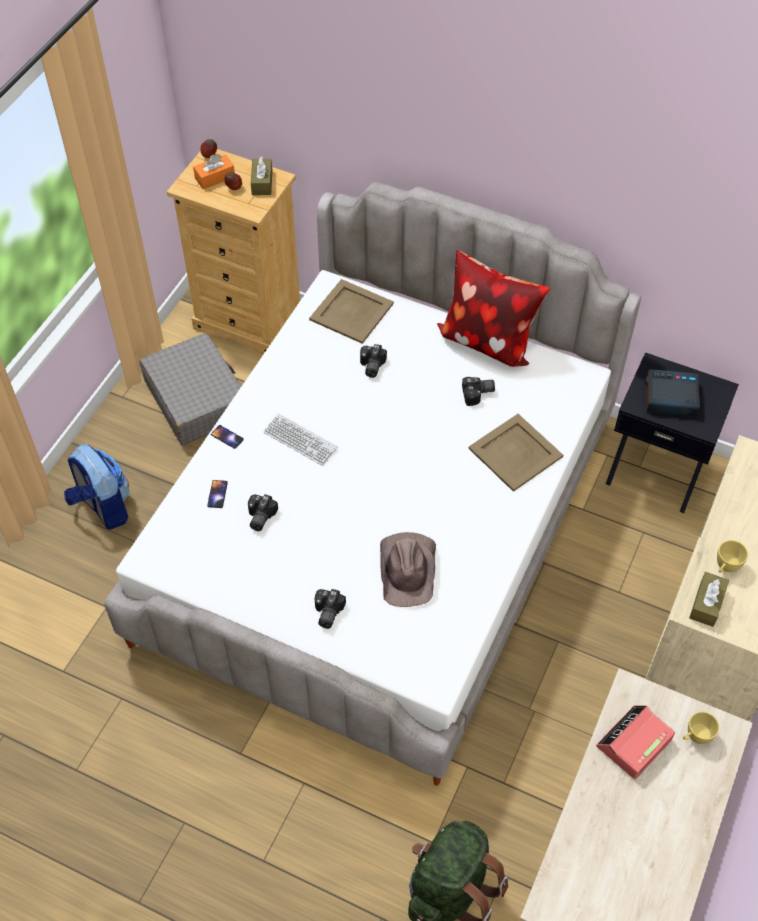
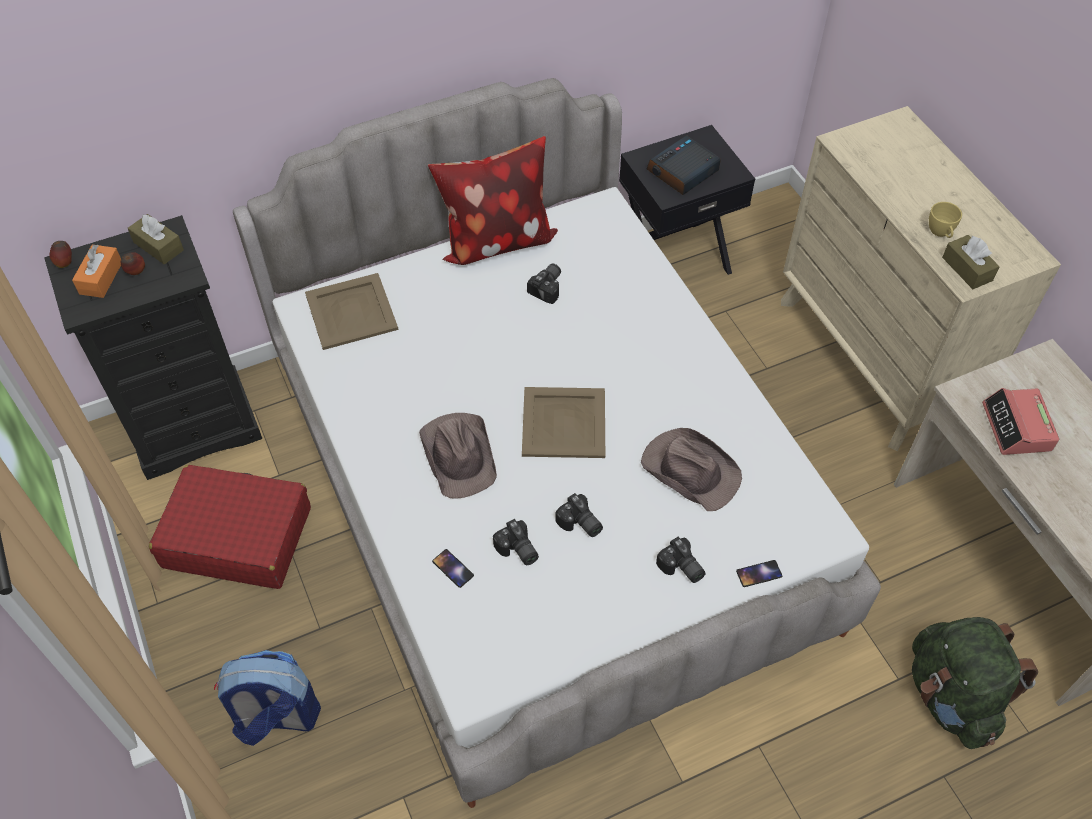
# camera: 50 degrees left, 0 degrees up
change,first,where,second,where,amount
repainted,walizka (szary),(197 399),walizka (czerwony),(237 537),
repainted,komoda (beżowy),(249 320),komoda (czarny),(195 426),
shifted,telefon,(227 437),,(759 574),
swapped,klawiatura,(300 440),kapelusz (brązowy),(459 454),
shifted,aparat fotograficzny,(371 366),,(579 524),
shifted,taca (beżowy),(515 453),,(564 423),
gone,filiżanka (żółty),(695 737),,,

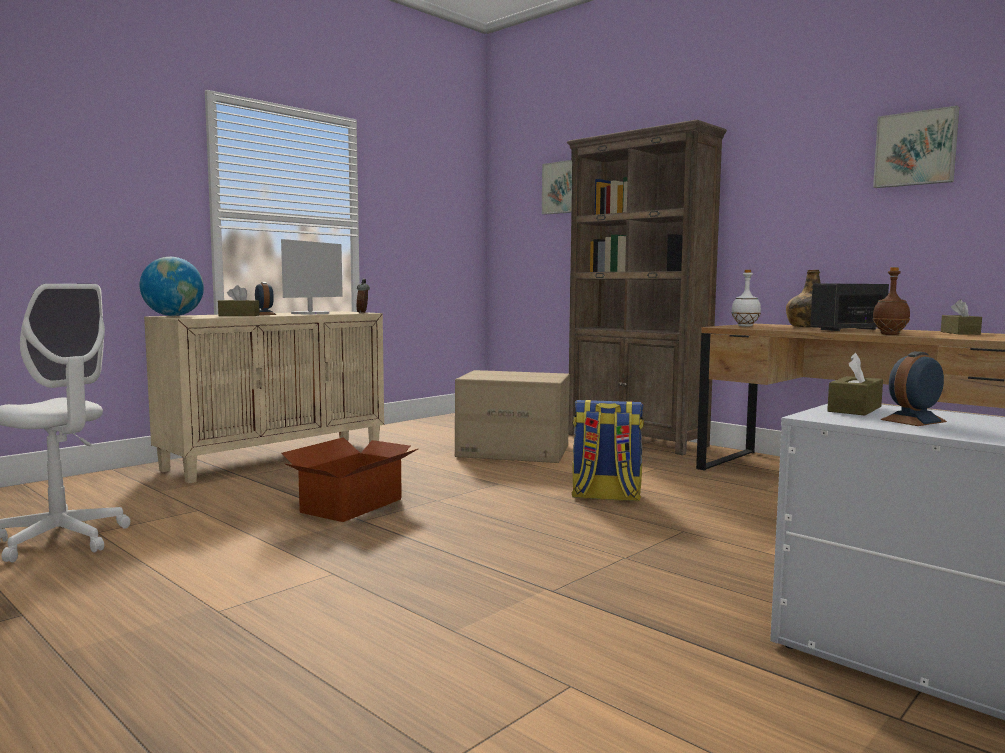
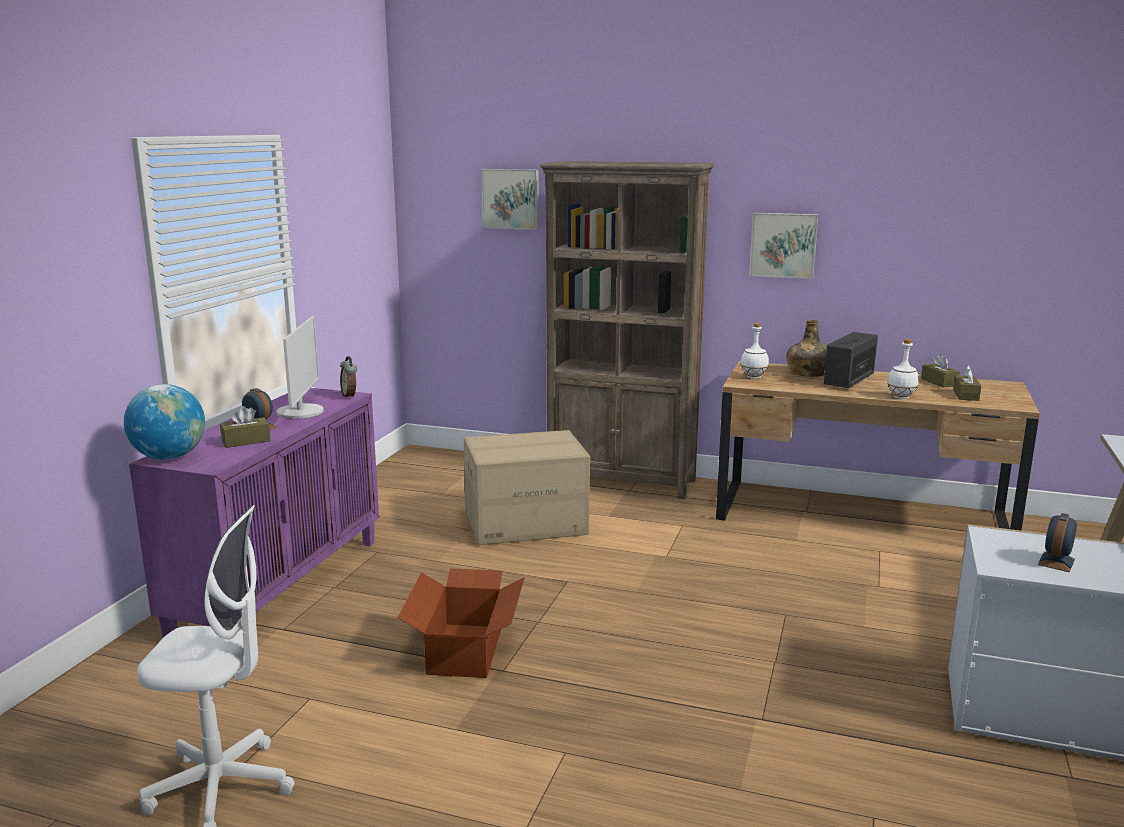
# camera: 25 degrees left, 10 degrees up
change,first,where,second,where,amount
repainted,szafka (beżowy),(277 457),szafka (fioletowy),(279 586),
gone,plecak,(605 496),,,
shifted,pudełko chusteczek (brązowy),(854 409),,(965 395),
repainted,butelka (brązowy),(890 334),butelka (biały),(901 397),
shifted,obraz,(916 149),,(783 245),

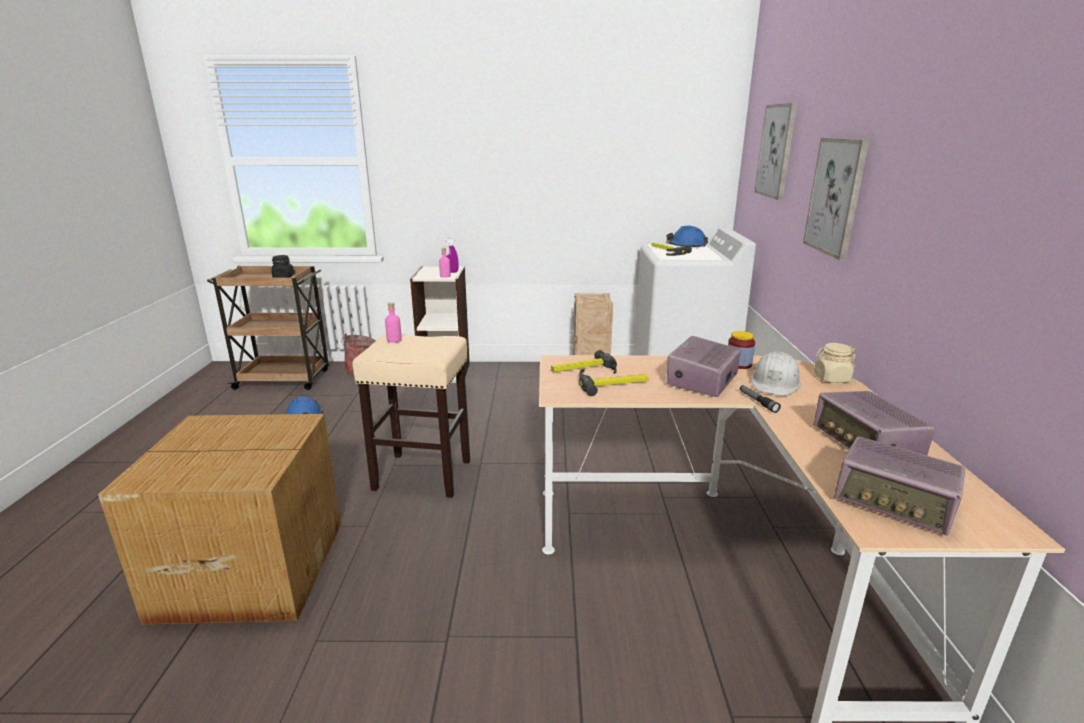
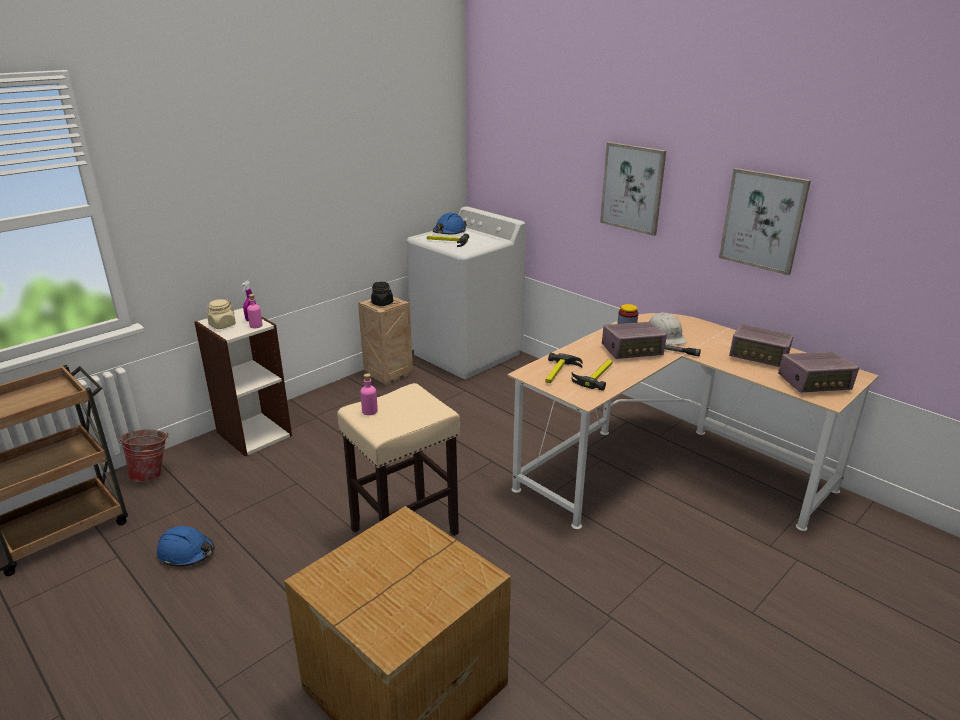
# camera: 45 degrees left, 5 degrees up
change,first,where,second,where,amount
shifted,słoik (czarny),(283 277),,(382 303),
rotated,radio,(701 381),,(632 351),90 degrees counterclockwise
shifted,obraz,(776 151),,(763 220),
shifted,słoik (beżowy),(831 378),,(222 325),

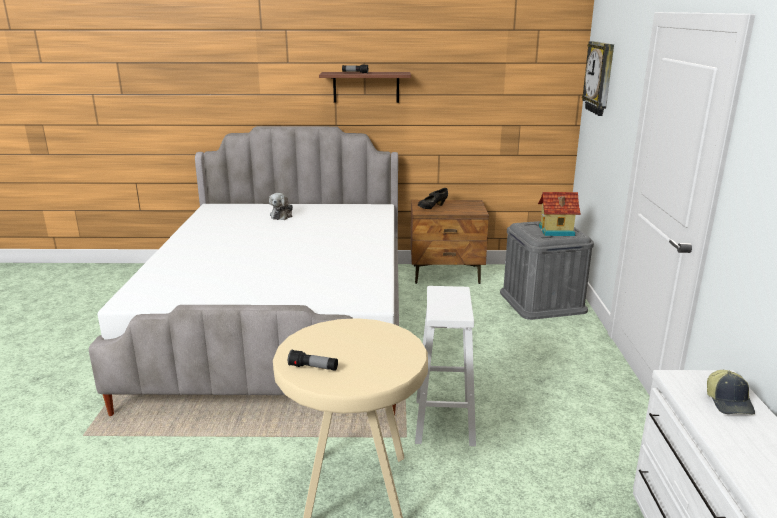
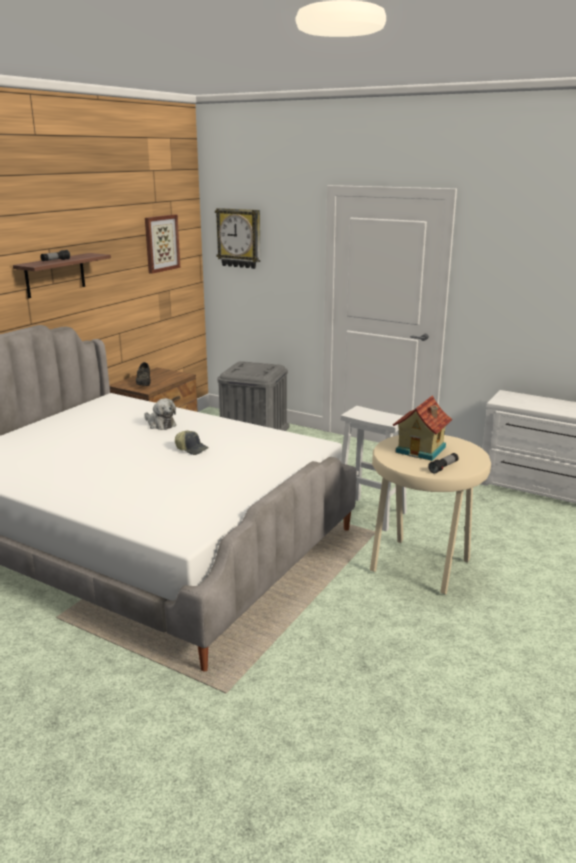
# camera: 60 degrees left, 0 degrees up
change,first,where,second,where,amount
shifted,pluszak,(282 215),,(160 424),
shifted,domek,(556 231),,(422 450),
shifted,czapka z daszkiem,(729 402),,(192 449),
new,,,obraz,(161 243),

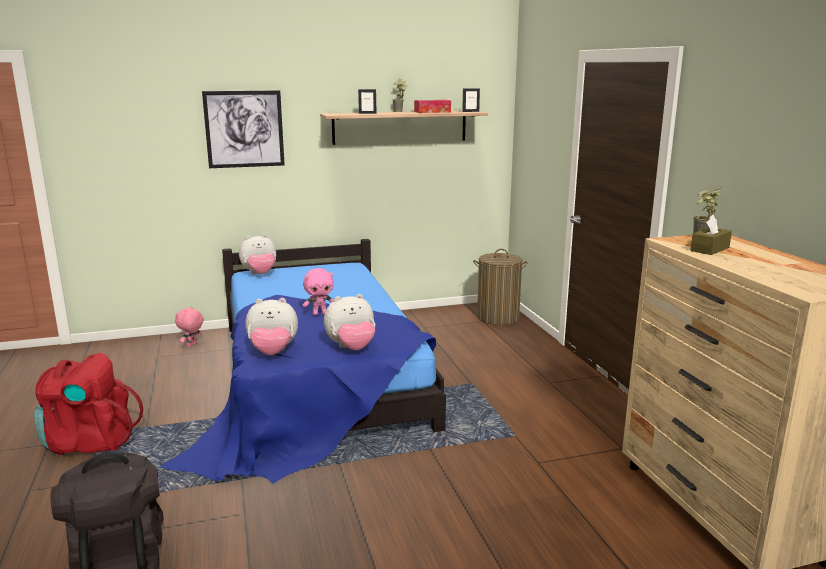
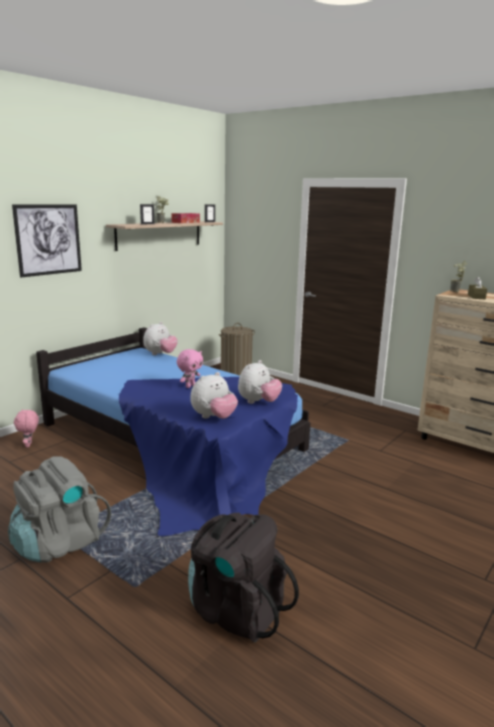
# camera: 35 degrees left, 0 degrees up
change,first,where,second,where,amount
repainted,plecak (czerwony),(89 442),plecak (szary),(59 543),
shifted,pluszak,(260 274),,(160 354),

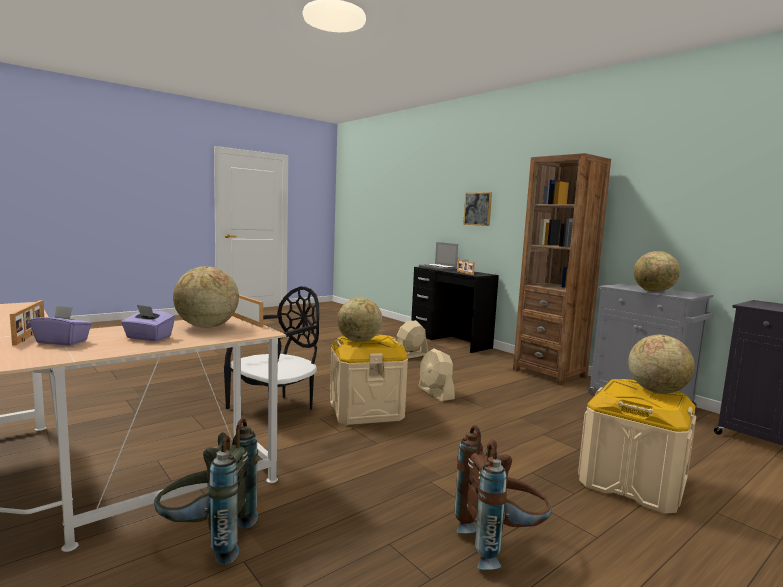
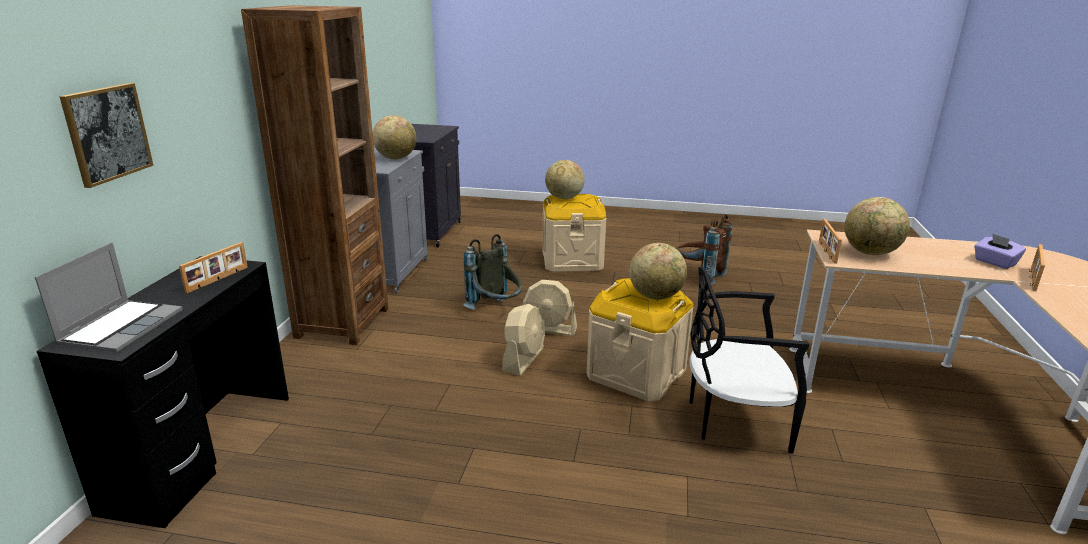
# camera: 130 degrees left, 15 degrees up
change,first,where,second,where,amount
gone,pudełko chusteczek (fioletowy),(148 338),,,
shifted,plecak (szary),(207 541),,(496 310),
shifted,wentylator (beżowy),(411 355),,(549 329),

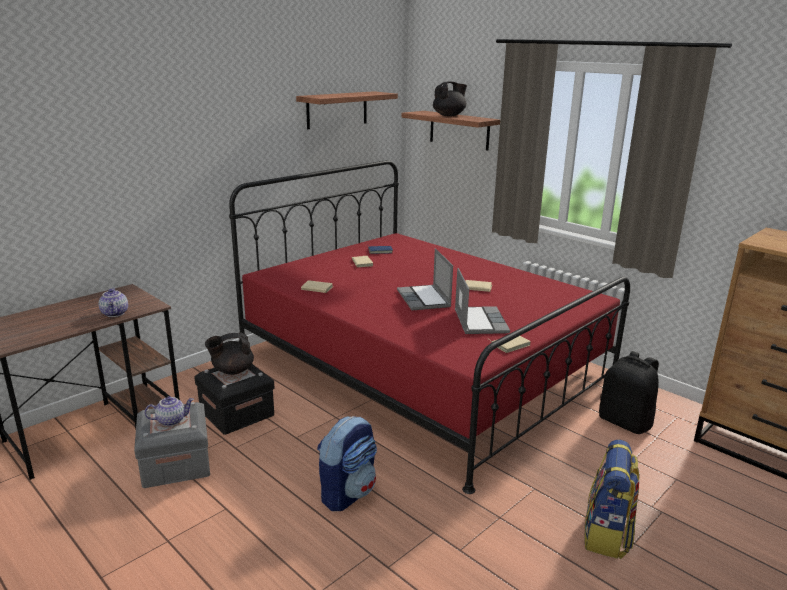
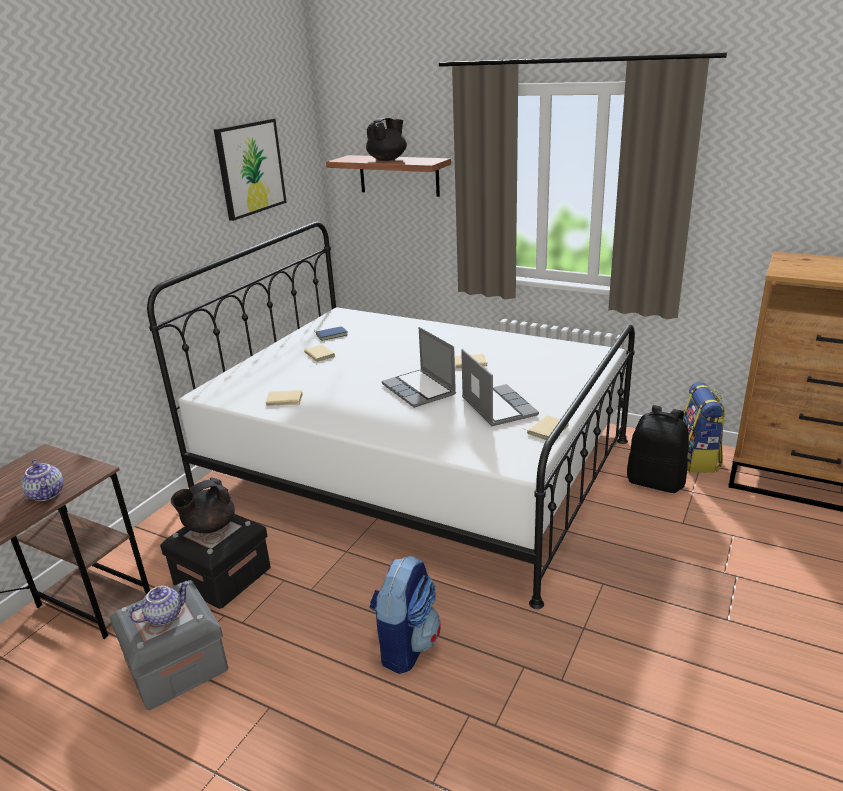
# camera: 15 degrees left, 5 degrees up
change,first,where,second,where,amount
repainted,łóżko (czerwony),(421 369),łóżko (biały),(415 467),
swapped,półka,(337 110),obraz,(250 168),
shifted,plecak,(607 535),,(698 459),

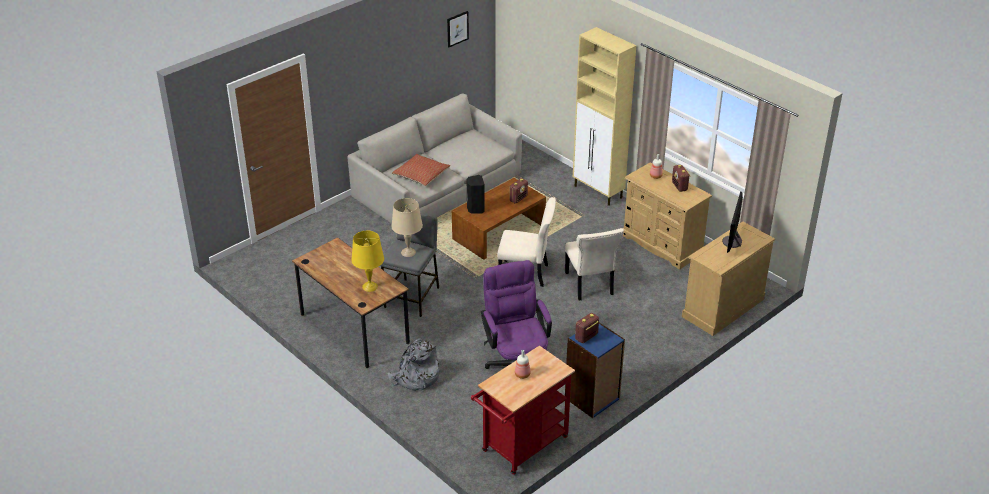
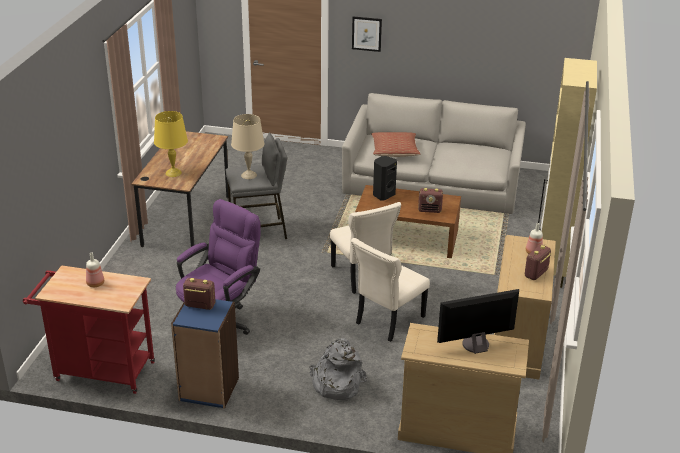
# camera: 55 degrees right, 5 degrees down
change,first,where,second,where,amount
shifted,plecak (szary),(415 378),,(336 384),
shifted,obraz,(457 28),,(366 33),

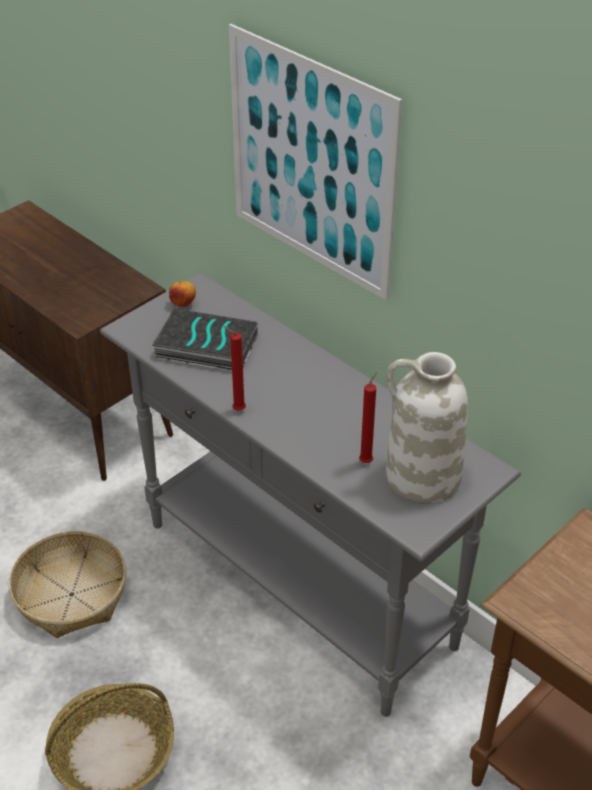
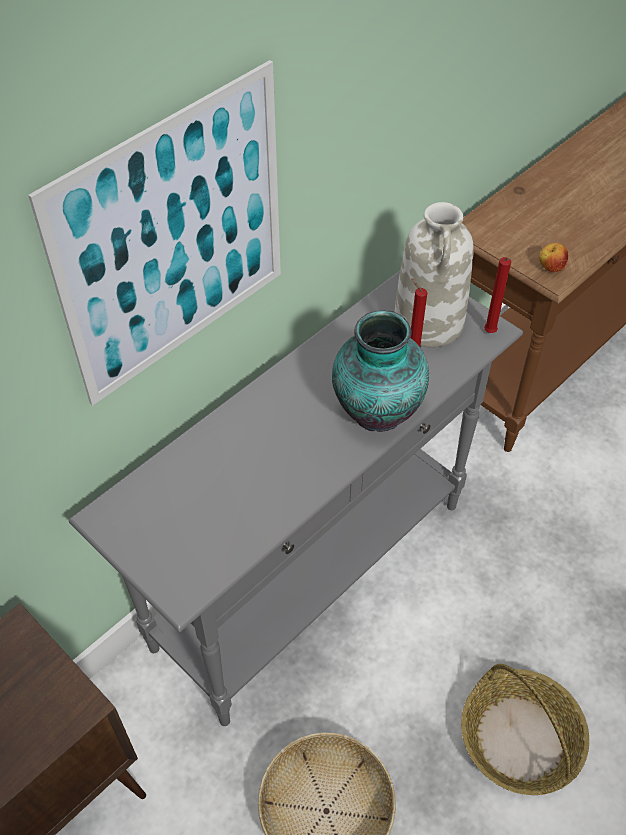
# camera: 90 degrees left, 10 degrees up
change,first,where,second,where,amount
gone,książka,(205 348),,,
shifted,jabłko,(183 304),,(550 268),
shifted,świeca (czerwony),(237 410),,(490 333),
new,,,wazon,(375 413),

